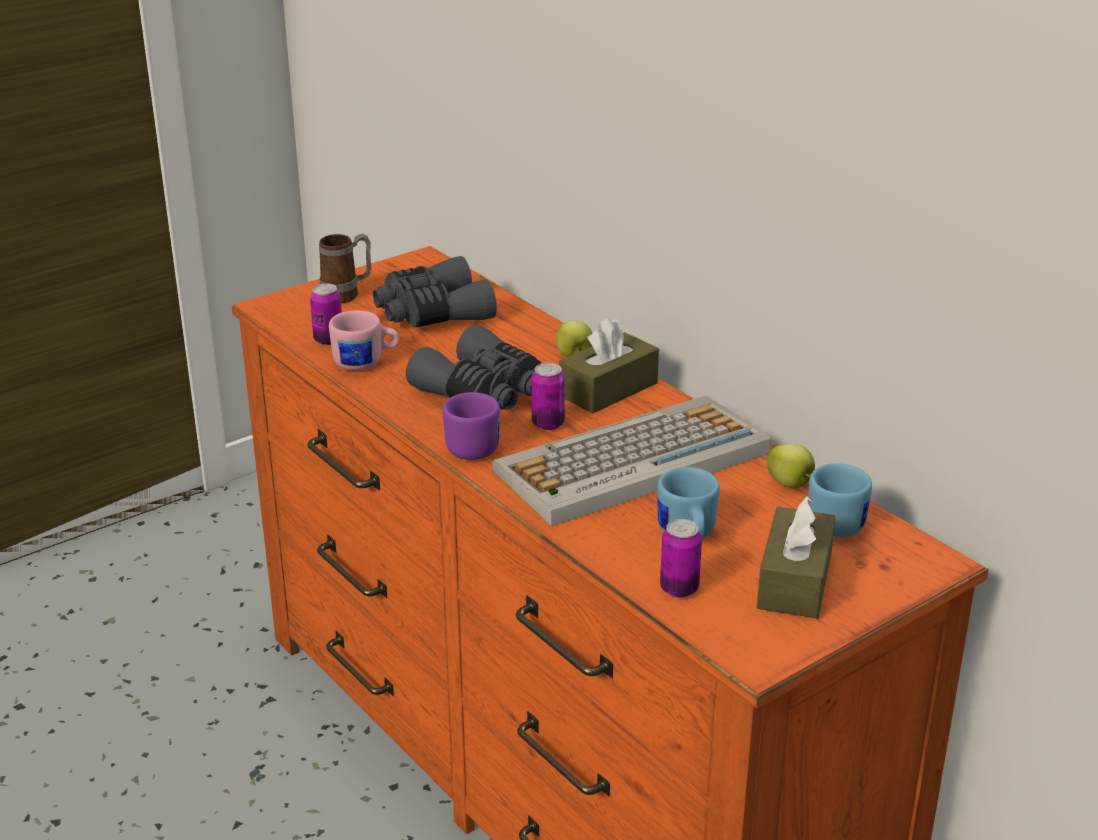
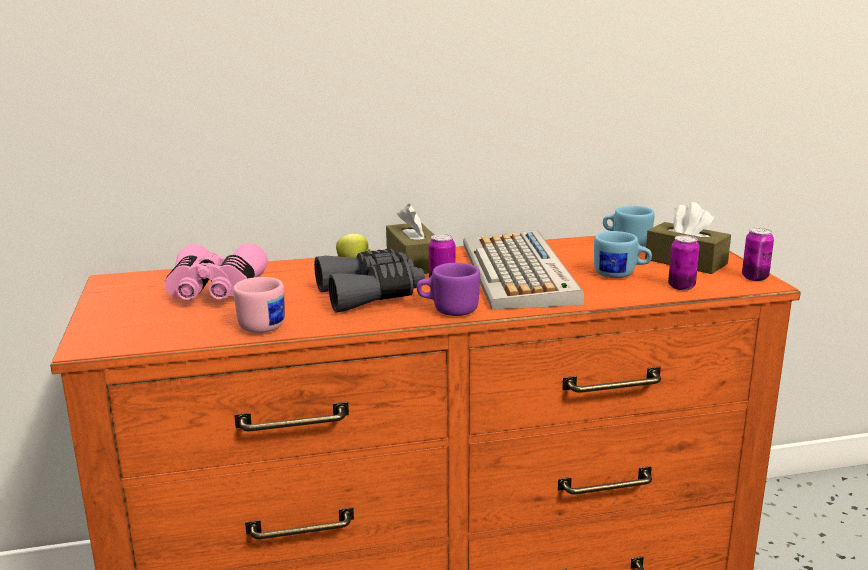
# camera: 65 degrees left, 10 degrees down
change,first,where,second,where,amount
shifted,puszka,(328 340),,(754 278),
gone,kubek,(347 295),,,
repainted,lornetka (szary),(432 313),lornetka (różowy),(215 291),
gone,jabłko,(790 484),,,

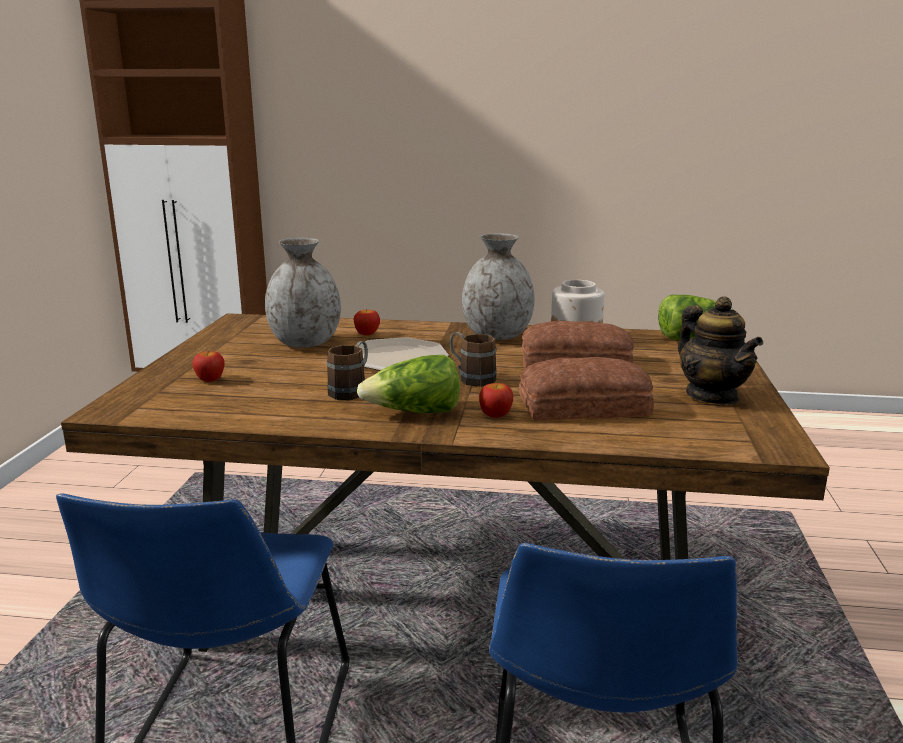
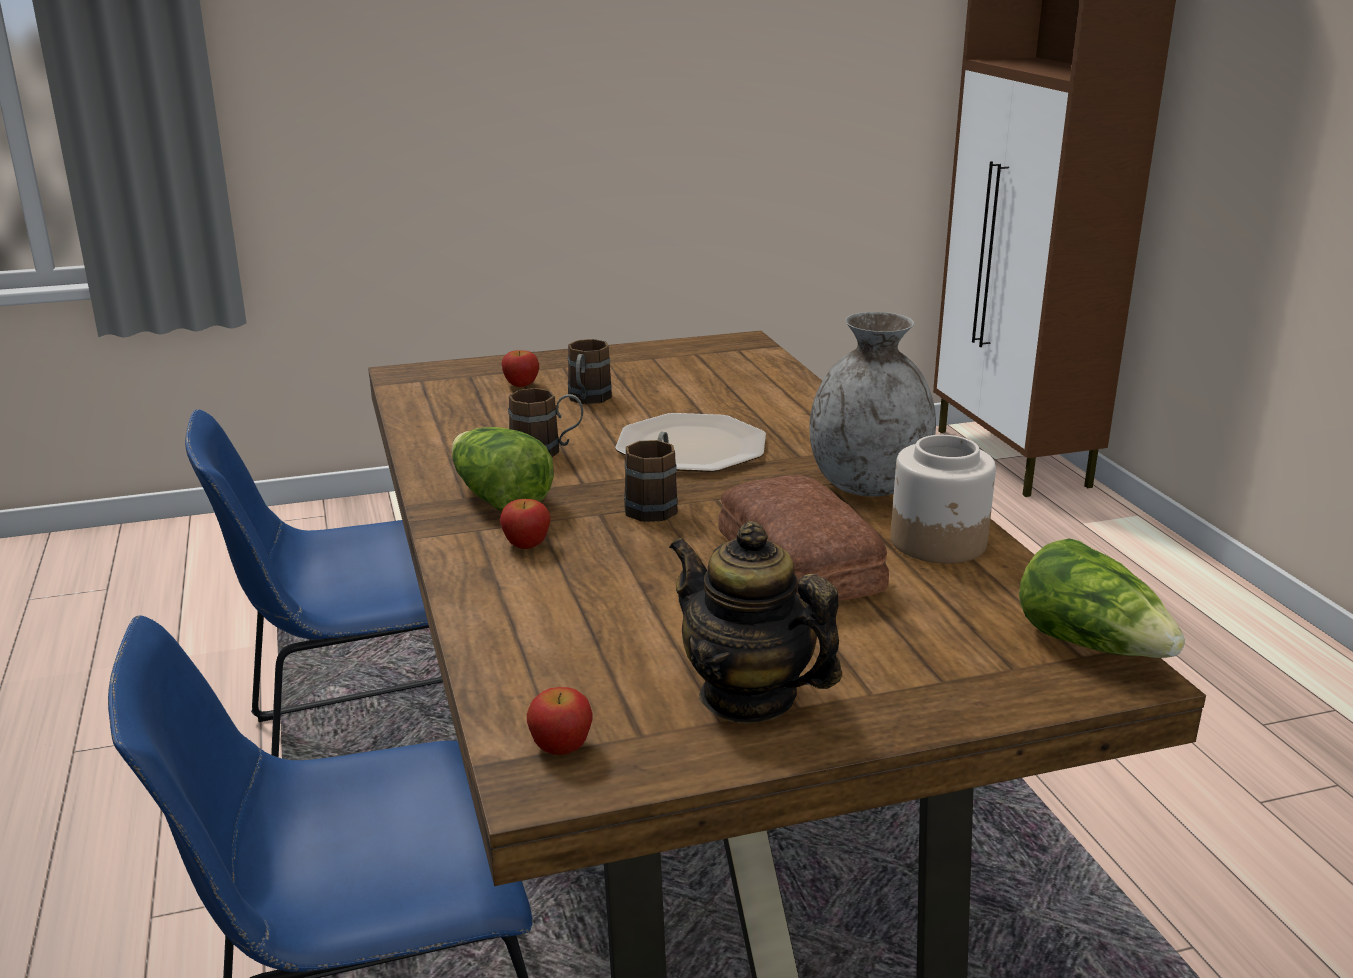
# camera: 65 degrees right, 5 degrees up
change,first,where,second,where,amount
gone,wazon (szary),(306 343),,,
shifted,jabłko,(367 334),,(561 747),
gone,chleb,(585 407),,,
rotated,imbryk,(712 396),,(748 697),90 degrees clockwise
new,,,kubek (brązowy),(587 400),

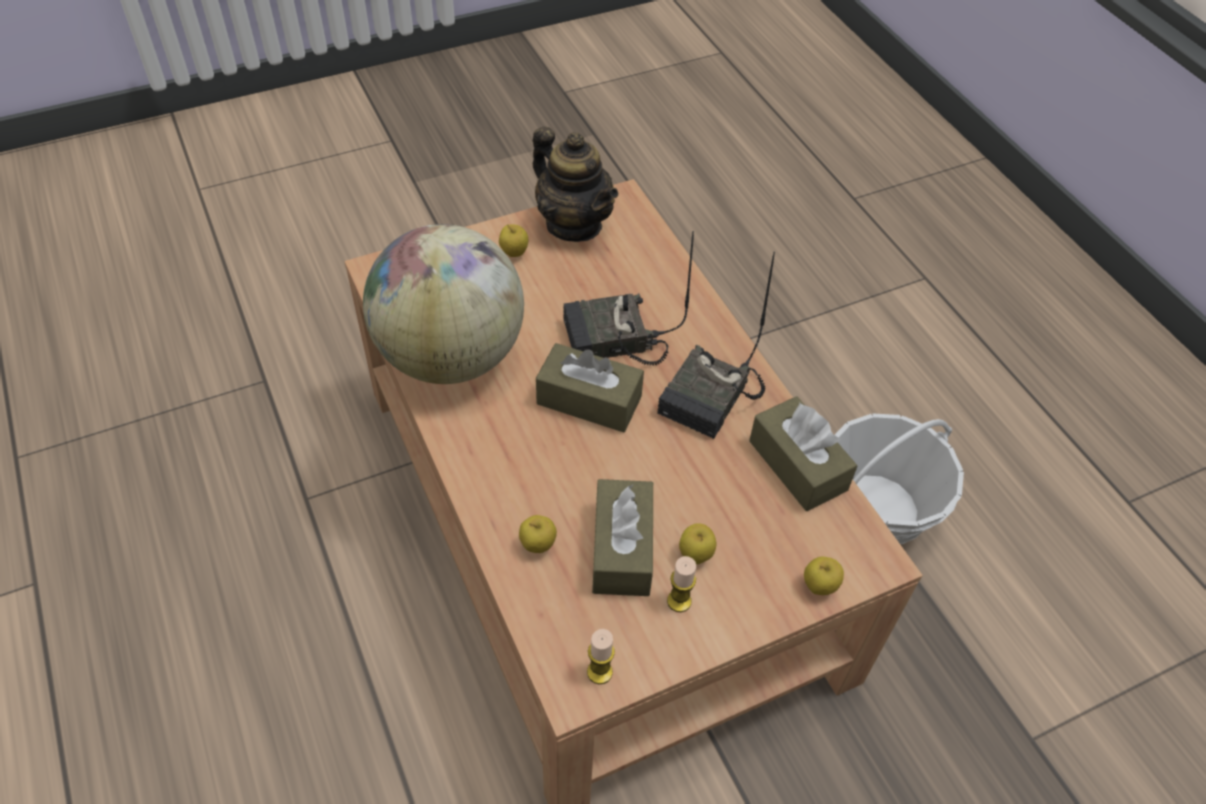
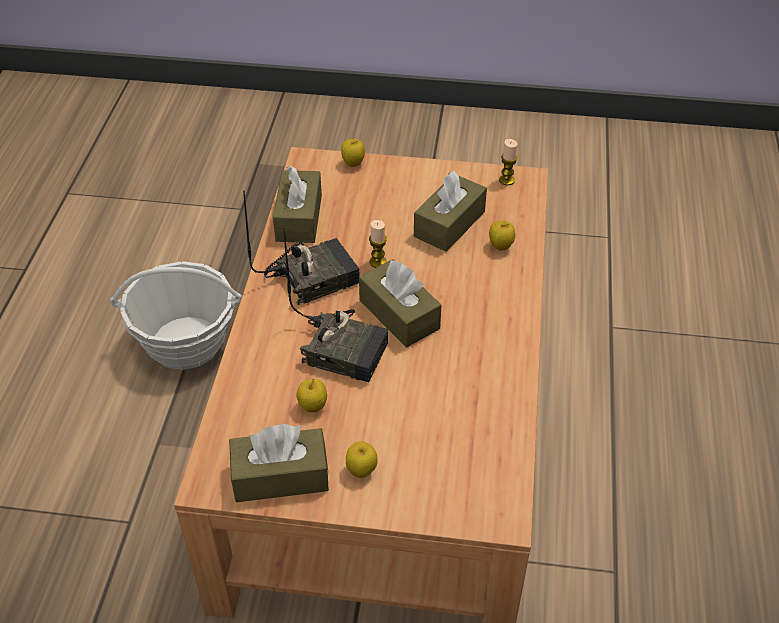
# camera: 145 degrees left, 5 degrees down
change,first,where,second,where,amount
gone,globus,(450 356),,,
swapped,imbryk,(574 224),pudełko chusteczek (brązowy),(280 476),
shifted,świeca,(679 601),,(378 262),
shifted,jabłko,(695 555),,(312 407),

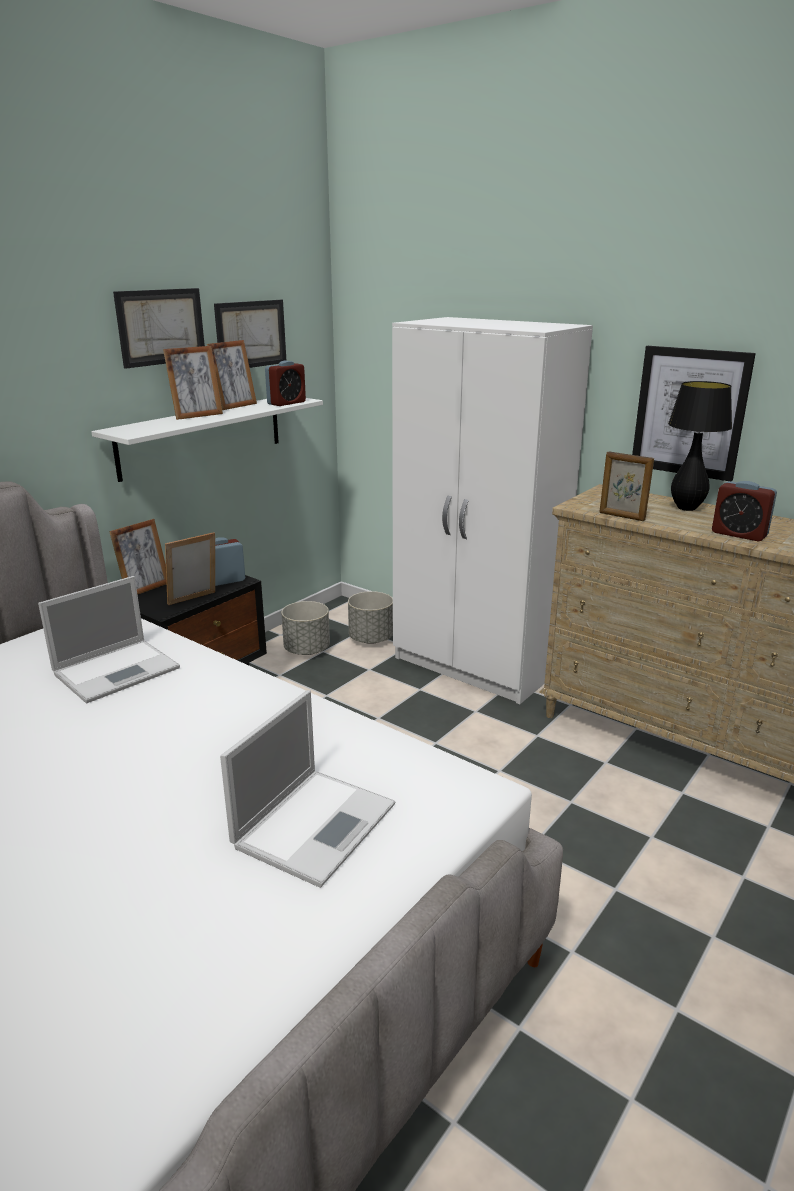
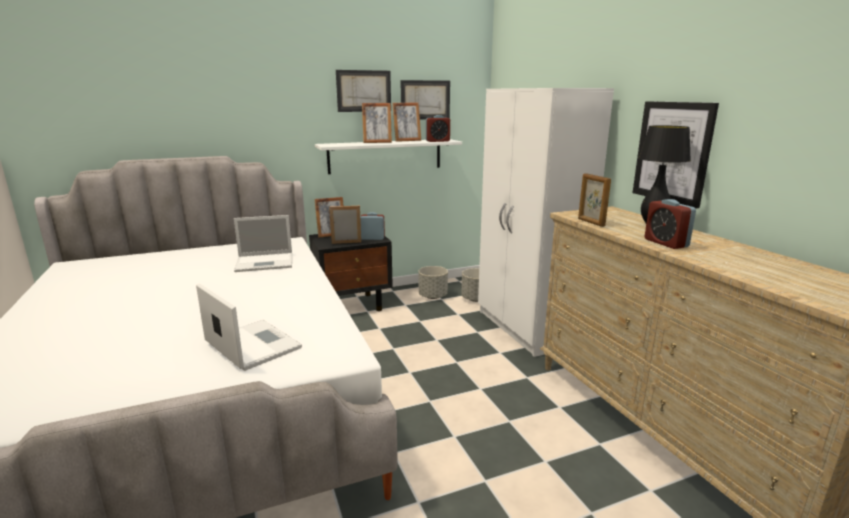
# camera: 30 degrees right, 5 degrees down
change,first,where,second,where,amount
rotated,laptop,(316 823),,(251 345),105 degrees counterclockwise

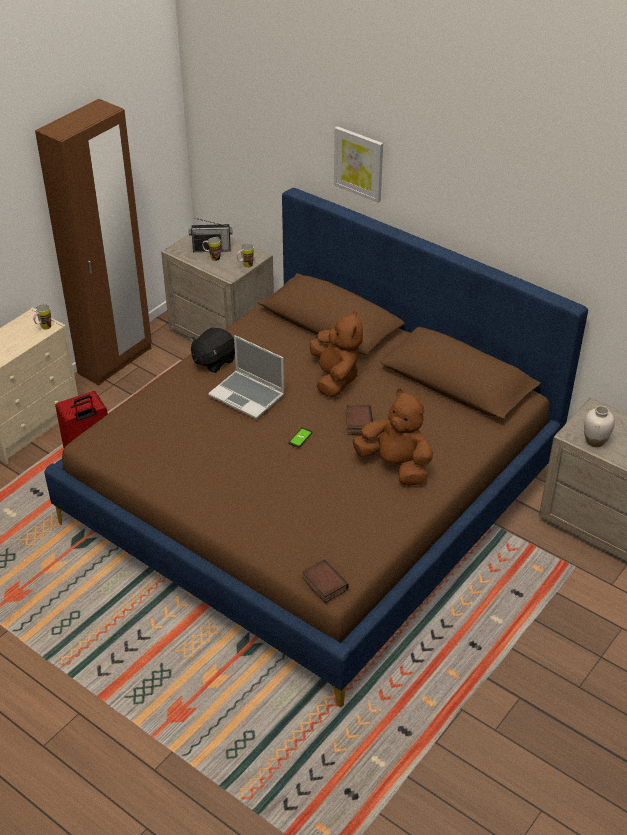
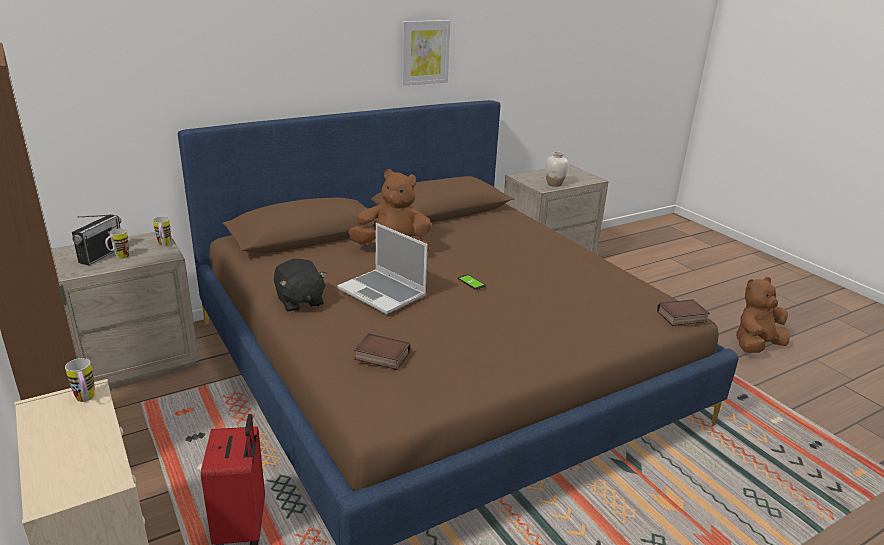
# camera: 70 degrees left, 15 degrees down
change,first,where,second,where,amount
rotated,laptop,(248 396),,(383 293),75 degrees clockwise
shifted,obraz,(359 163),,(424 52),
shifted,książka,(357 422),,(381 356),
shifted,pluszak (brązowy),(395 466),,(756 346),

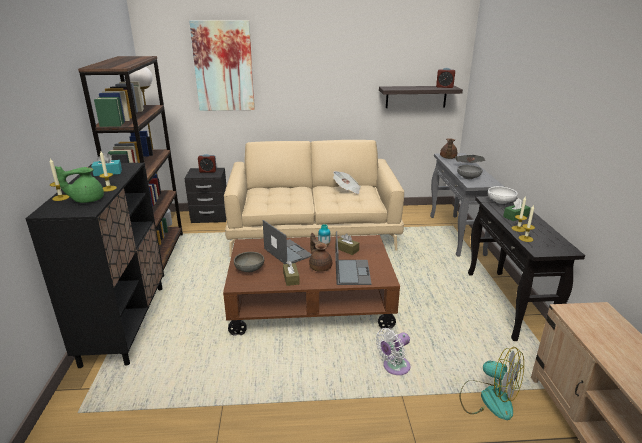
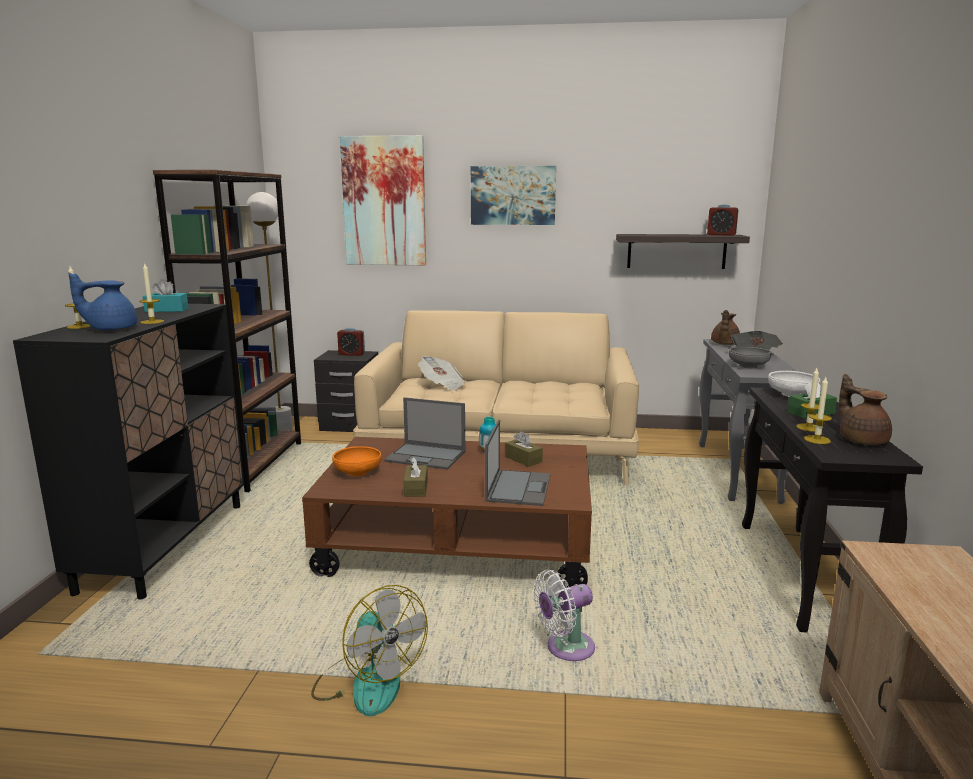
# camera: 10 degrees right, 10 degrees down
change,first,where,second,where,amount
repainted,imbryk (zielony),(87 200),imbryk (niebieski),(111 329),
repainted,miska (szary),(249 269),miska (pomarańczowy),(357 472),
rotated,laptop,(287 252),,(426 456),135 degrees clockwise
shifted,imbryk (brązowy),(320 266),,(862 440),
shifted,gazeta,(347 189),,(442 385),
shifted,wentylator,(488 398),,(368 682),
new,,,obraz,(513 195),

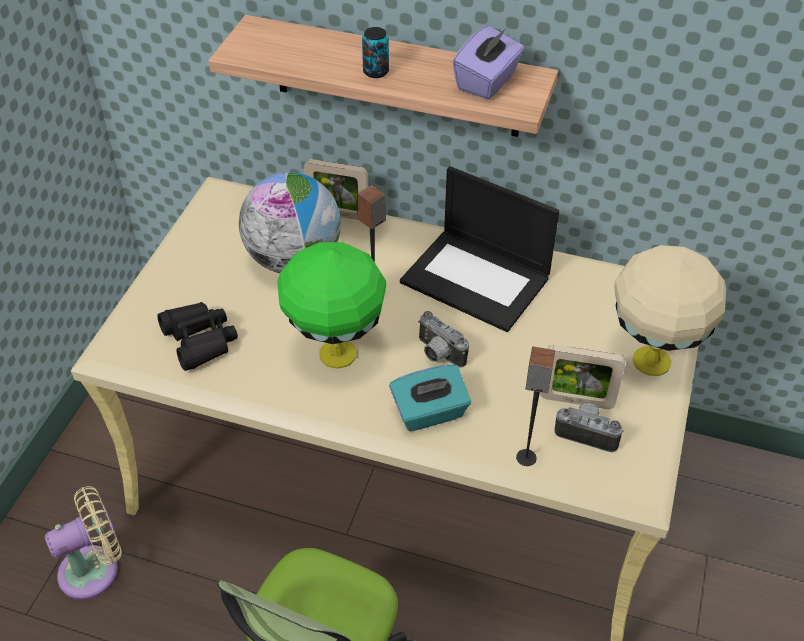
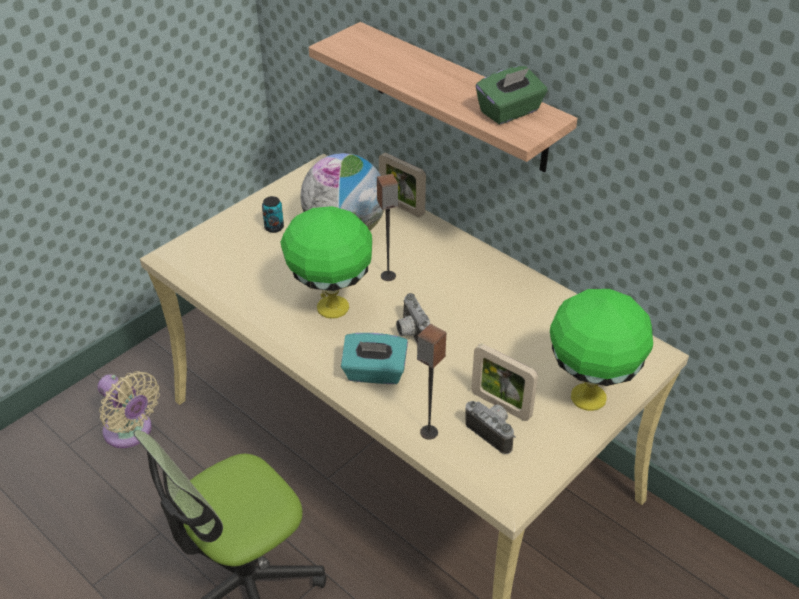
# camera: 25 degrees right, 5 degrees down
change,first,where,second,where,amount
rotated,wentylator (beżowy),(95 569),,(131 432),45 degrees clockwise
gone,lornetka (czarny),(200 340),,,
shifted,puszka,(376 72),,(274 227),
gone,laptop,(477 279),,,
repainted,pudełko chusteczek (fioletowy),(487 81),pudełko chusteczek (zielony),(510 112),
repainted,lampa stołowa (beżowy),(651 359),lampa stołowa (zielony),(589 396),

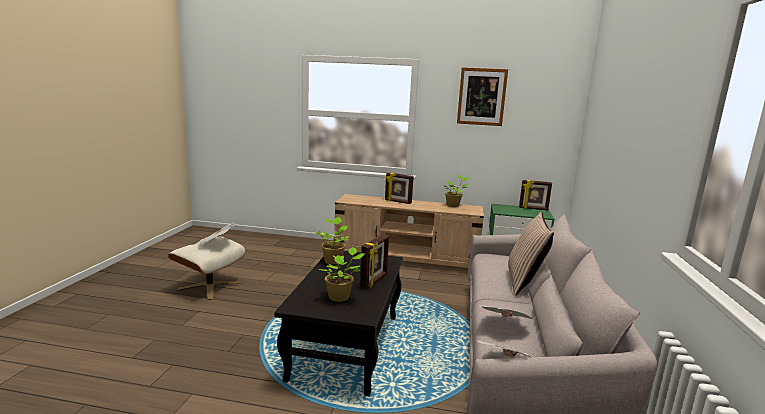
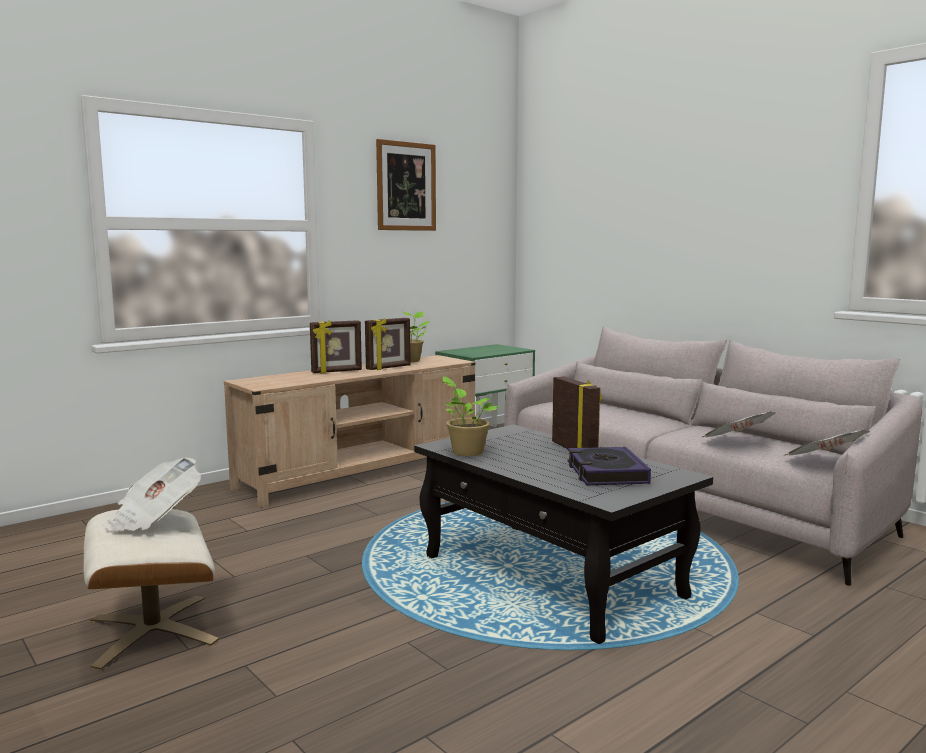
# camera: 50 degrees left, 5 degrees down
change,first,where,second,where,amount
swapped,roślina doniczkowa,(340 297),książka,(606 473),
gone,poduszka,(524 282),,,
shifted,ramka na zdjęcie,(533 209),,(389 368),

